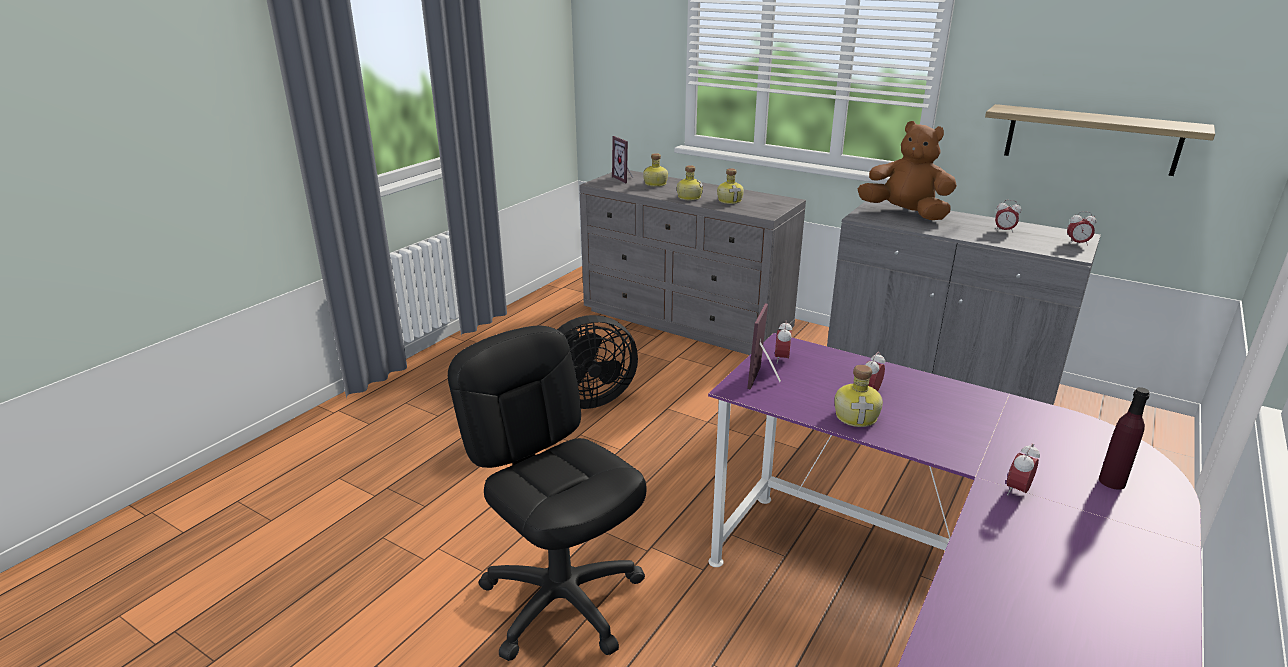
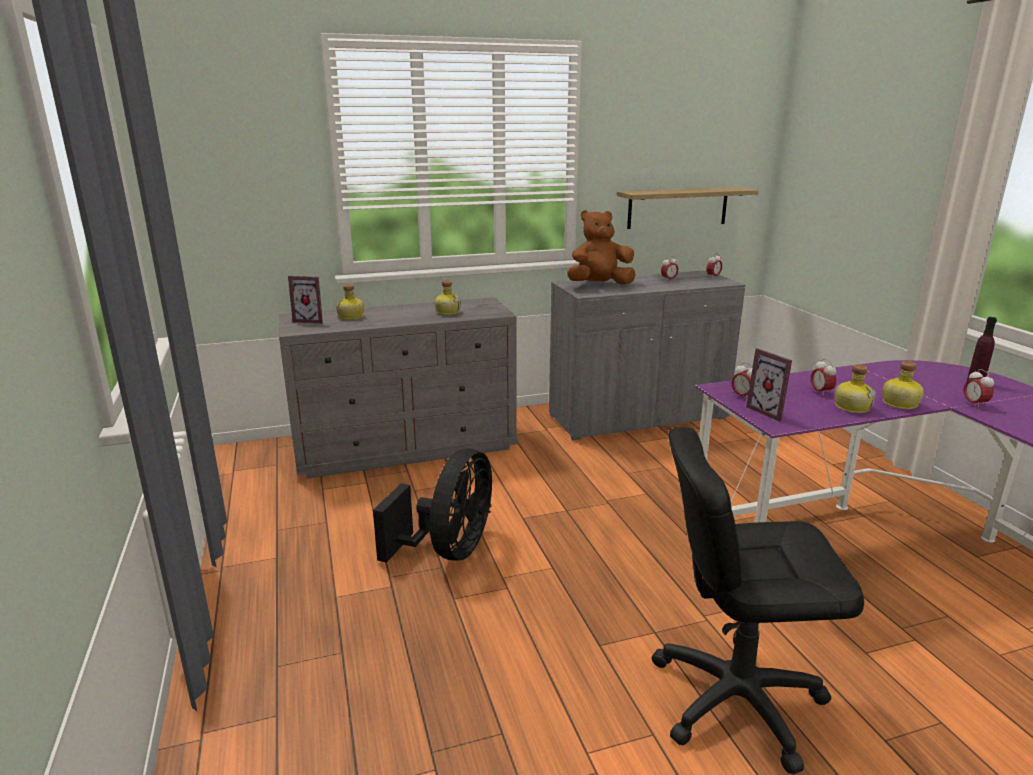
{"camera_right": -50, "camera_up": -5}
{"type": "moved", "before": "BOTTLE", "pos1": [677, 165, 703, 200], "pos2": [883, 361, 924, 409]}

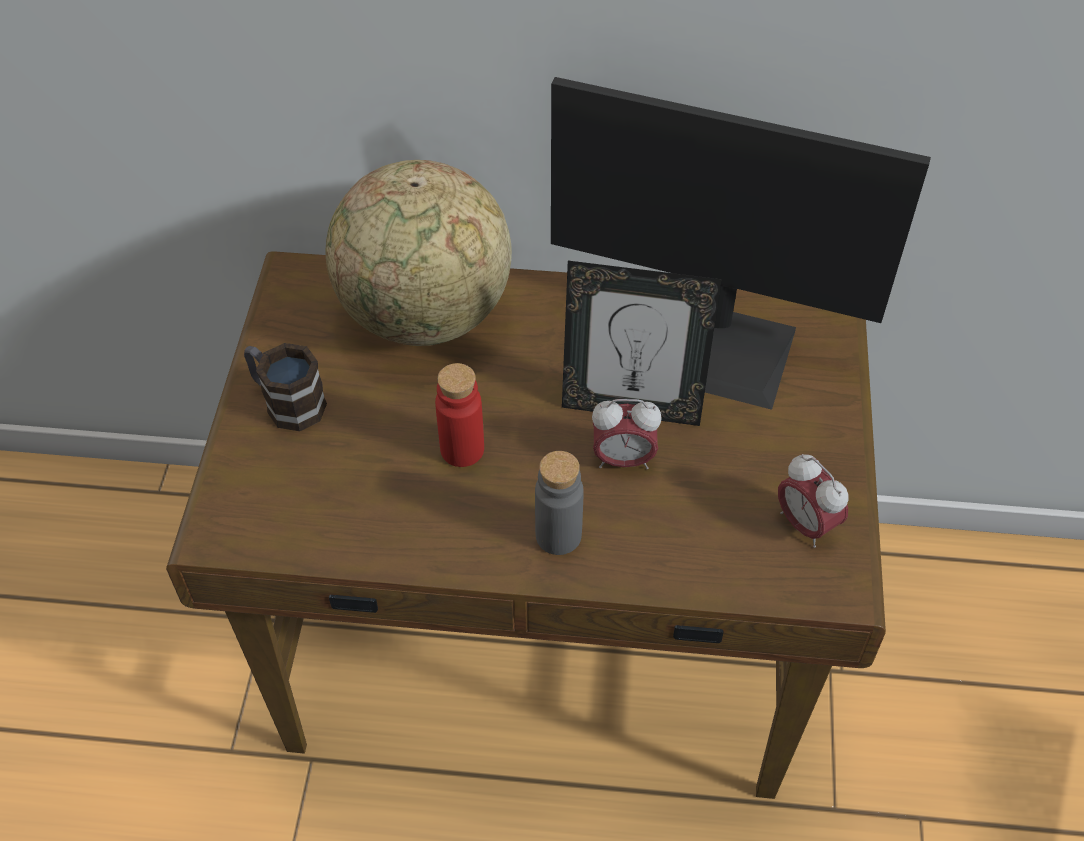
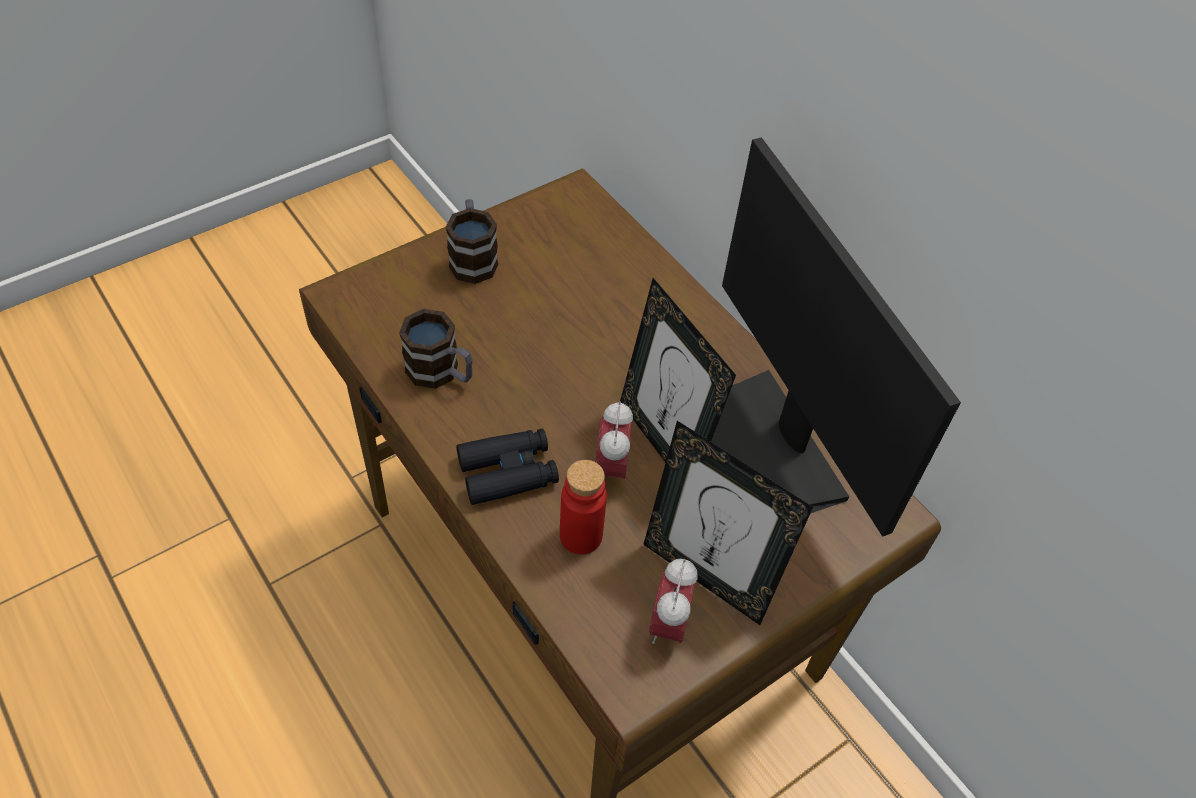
{"camera_right": 45, "camera_up": 0}
{"type": "removed", "before": "GLOBE", "pos1": [326, 160, 512, 346]}
{"type": "moved", "before": "RED BOTTLE", "pos1": [435, 363, 484, 467], "pos2": [560, 460, 607, 554]}
{"type": "turned", "before": "ALARM CLOCK", "pos1": [592, 399, 662, 469], "pos2": [596, 401, 633, 479], "turn": 45}
{"type": "replaced", "before": "GREY BOTTLE", "after": "BLACK BINOCULARS", "pos1": [535, 451, 584, 555], "pos2": [456, 429, 559, 505]}
{"type": "added", "after": "MUG", "pos2": [399, 309, 473, 389]}
{"type": "added", "after": "PICTURE FRAME", "pos2": [643, 421, 813, 625]}

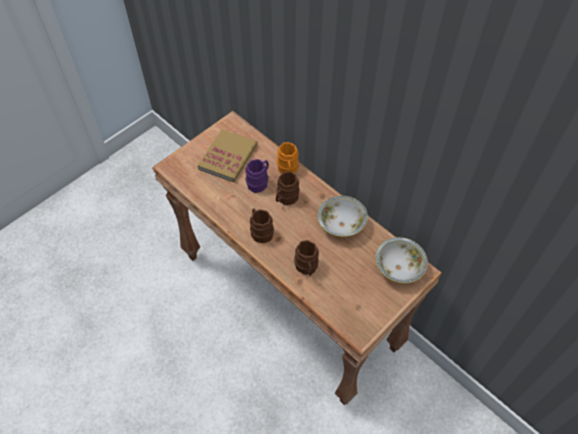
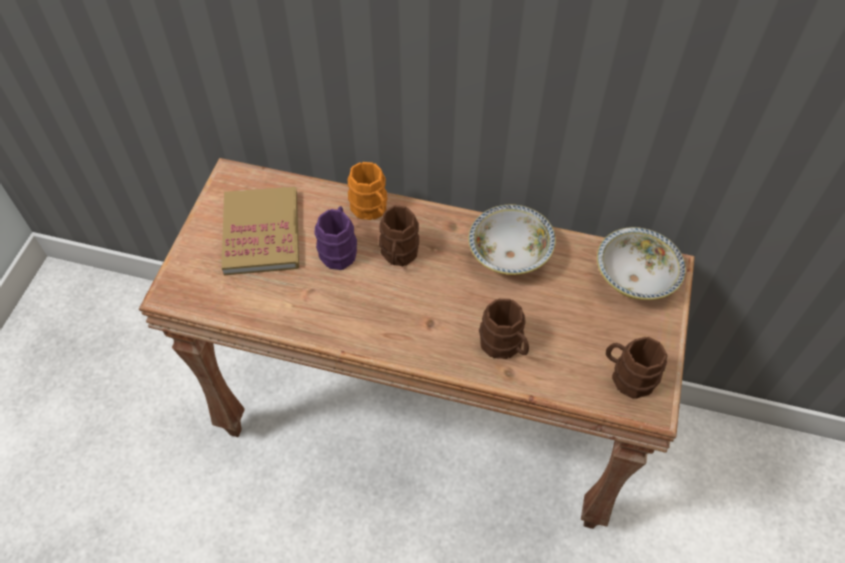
{"camera_right": -30, "camera_up": 0}
{"type": "moved", "before": "BROWN MUG", "pos1": [250, 208, 274, 243], "pos2": [606, 337, 667, 399]}

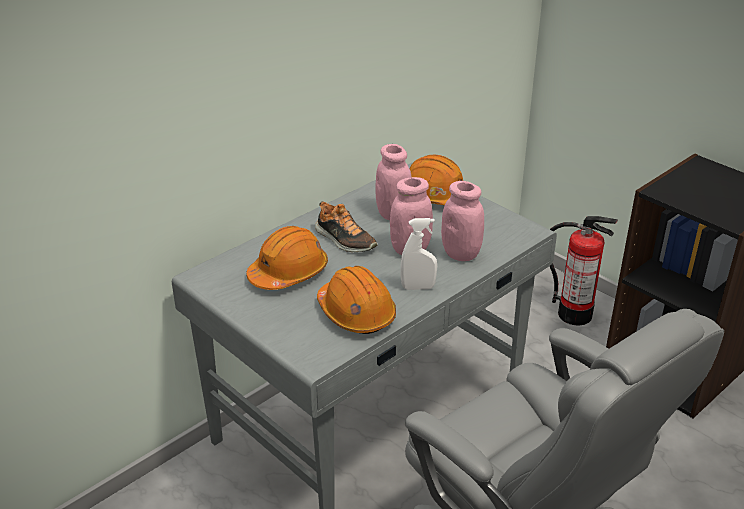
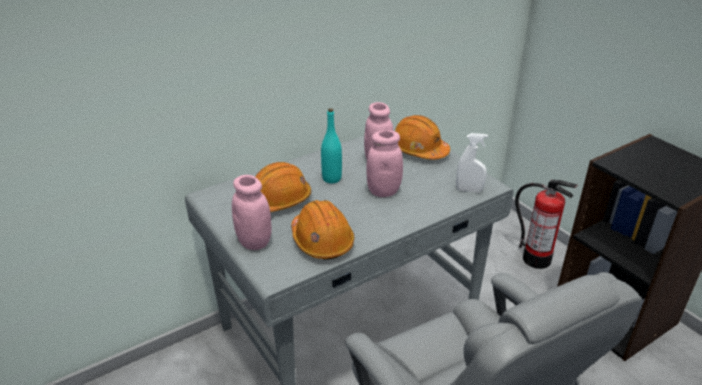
{"camera_right": 10, "camera_up": 0}
{"type": "moved", "before": "PINK JAR", "pos1": [441, 181, 484, 261], "pos2": [232, 175, 272, 250]}
{"type": "replaced", "before": "SHOE", "after": "TURQUOISE BOTTLE", "pos1": [315, 201, 377, 252], "pos2": [321, 108, 342, 183]}
{"type": "moved", "before": "WHITE SPRAY BOTTLE", "pos1": [400, 218, 437, 290], "pos2": [456, 133, 488, 192]}

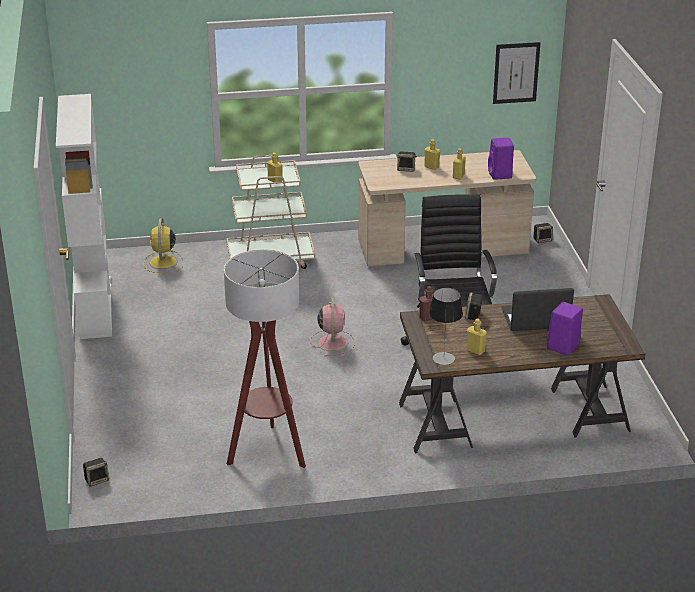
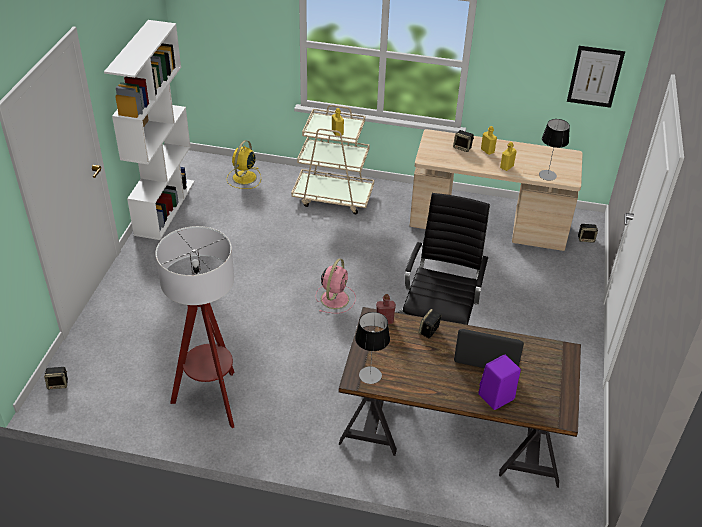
{"camera_right": 20, "camera_up": 10}
{"type": "replaced", "before": "PURPLE SPEAKER", "after": "TABLE LAMP", "pos1": [488, 138, 514, 180], "pos2": [539, 119, 570, 180]}
{"type": "removed", "before": "YELLOW BOTTLE", "pos1": [467, 318, 487, 355]}

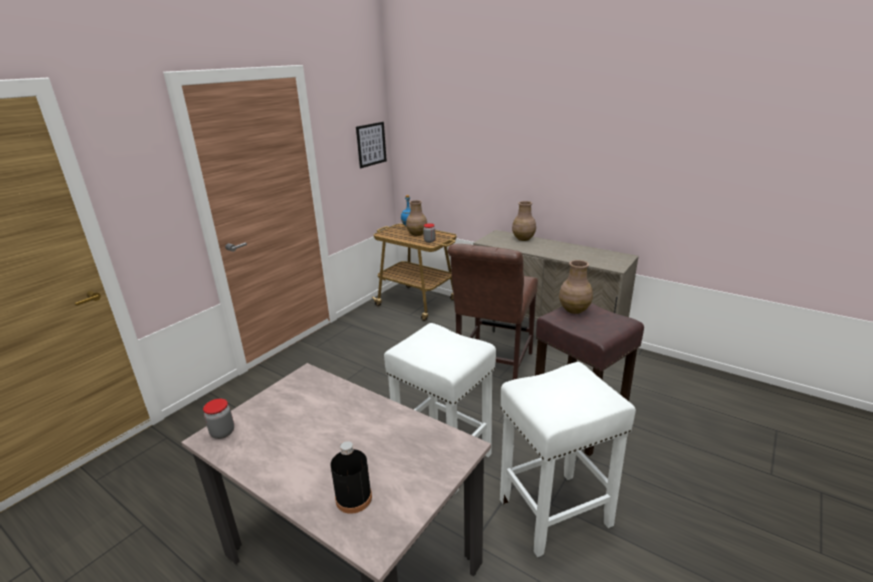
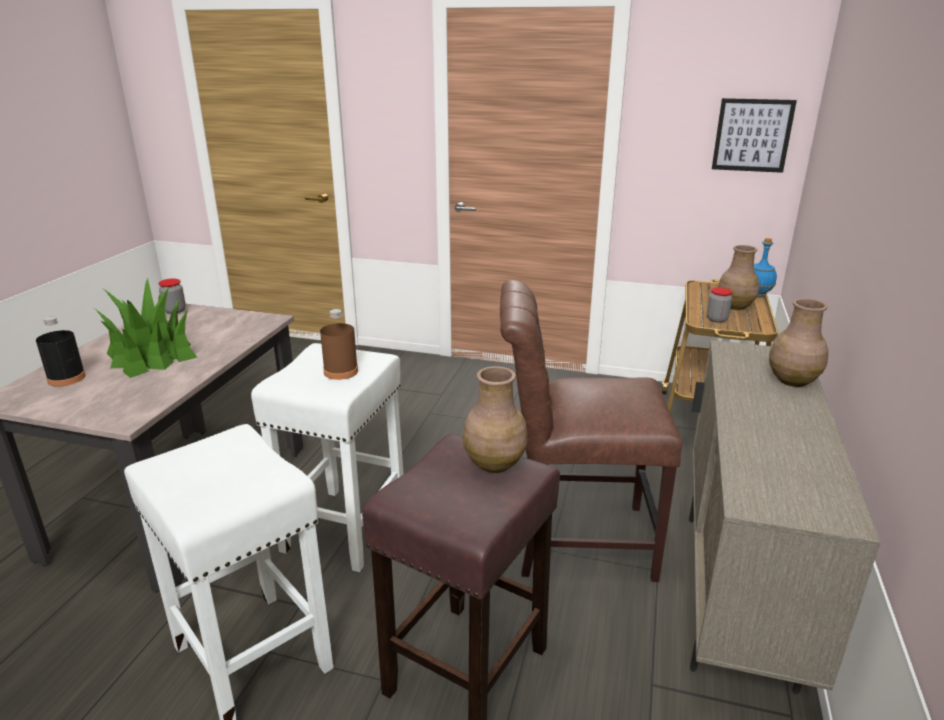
{"camera_right": 70, "camera_up": 0}
{"type": "added", "after": "POTTED PLANT", "pos2": [95, 278, 198, 378]}
{"type": "added", "after": "BROWN BOTTLE", "pos2": [320, 309, 358, 380]}

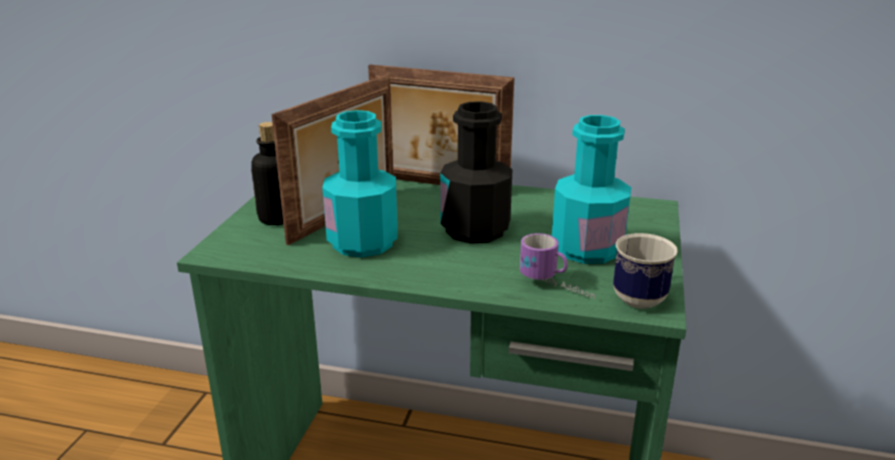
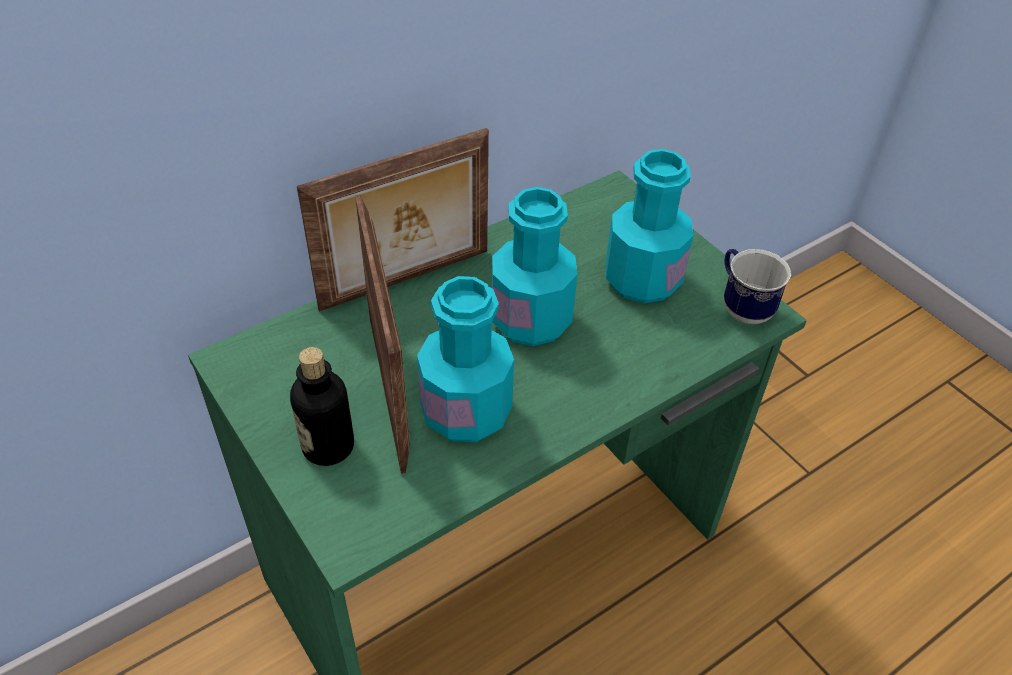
{"camera_right": -50, "camera_up": 20}
{"type": "recoloured", "before": "BLACK BOTTLE", "after": "TURQUOISE BOTTLE", "pos1": [440, 101, 513, 244], "pos2": [492, 187, 578, 346]}
{"type": "removed", "before": "MUG", "pos1": [520, 233, 595, 299]}

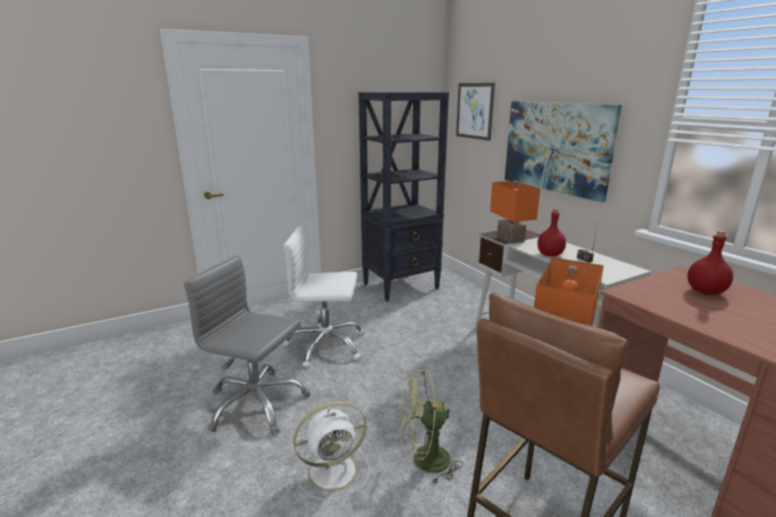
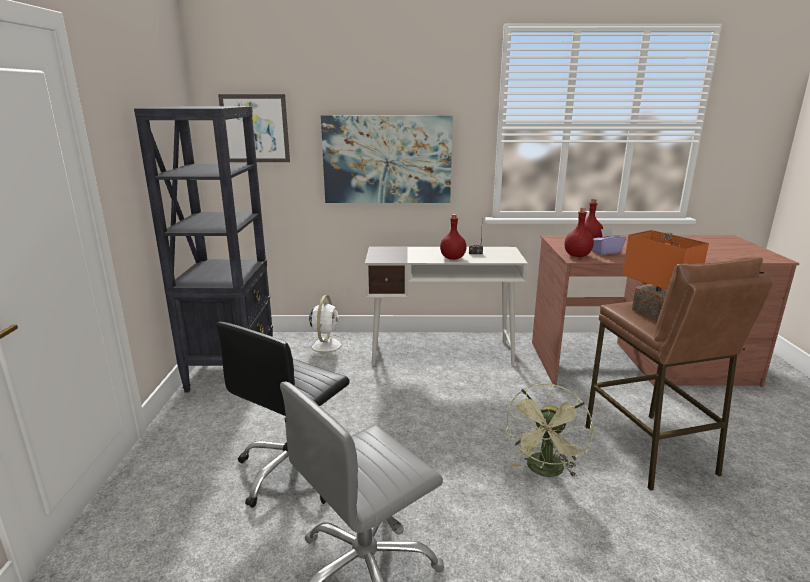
{"camera_right": -60, "camera_up": 0}
{"type": "removed", "before": "ORANGE TABLE LAMP", "pos1": [490, 181, 540, 244]}
{"type": "recoloured", "before": "WHITE OFFICE CHAIR", "after": "BLACK OFFICE CHAIR", "pos1": [284, 226, 364, 368], "pos2": [216, 322, 350, 508]}
{"type": "moved", "before": "WHITE FAN", "pos1": [293, 401, 370, 500], "pos2": [305, 295, 349, 356]}
{"type": "added", "after": "RED BOTTLE", "pos2": [564, 207, 594, 257]}
{"type": "added", "after": "PURPLE TISSUE BOX", "pos2": [592, 228, 626, 255]}

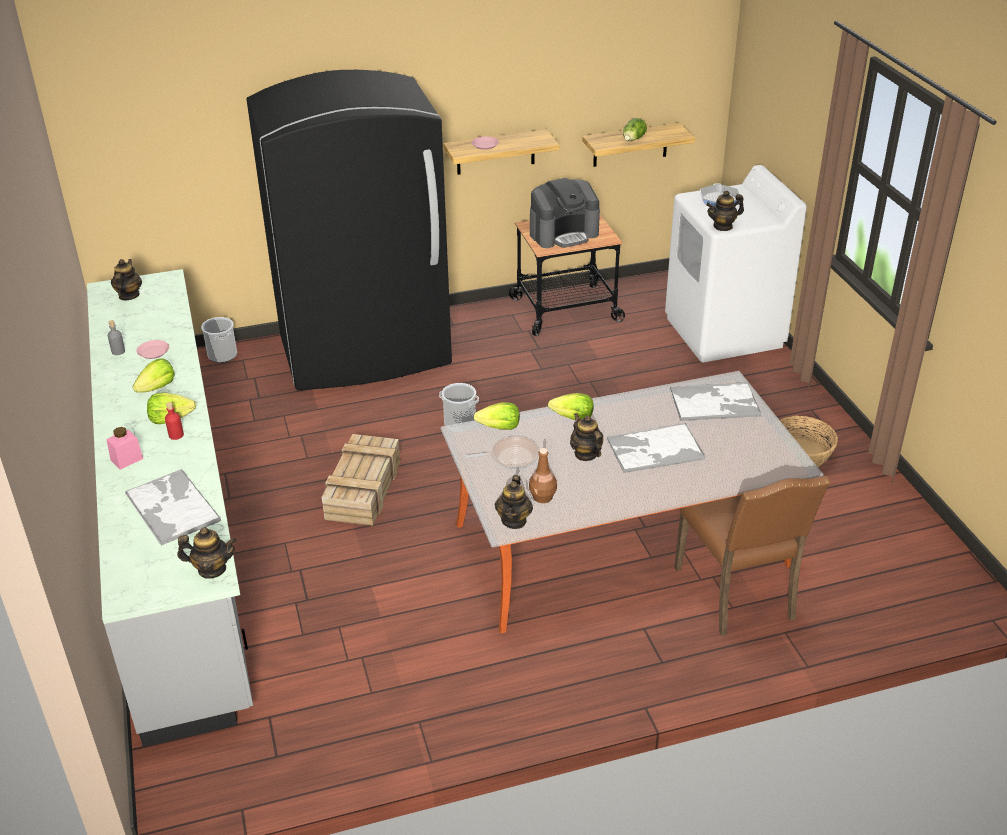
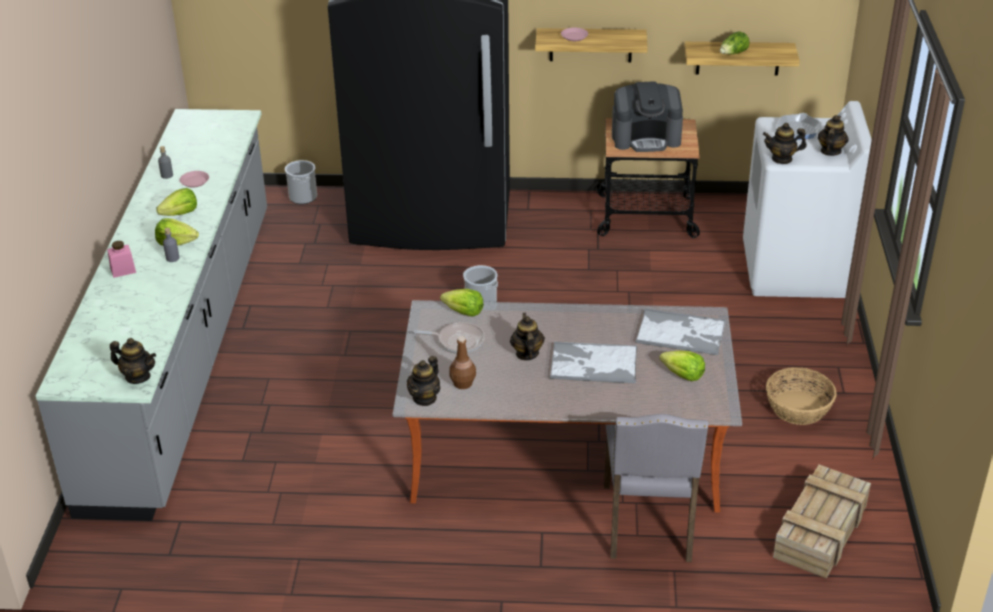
{"camera_right": 20, "camera_up": 0}
{"type": "moved", "before": "TEAPOT", "pos1": [111, 259, 142, 301], "pos2": [818, 115, 849, 156]}
{"type": "moved", "before": "LETTUCE", "pos1": [548, 393, 594, 420], "pos2": [659, 351, 705, 381]}
{"type": "recoloured", "before": "RED BOTTLE", "after": "GREY BOTTLE", "pos1": [165, 402, 184, 440], "pos2": [163, 228, 179, 262]}
{"type": "moved", "before": "CRATE", "pos1": [322, 434, 400, 526], "pos2": [773, 465, 871, 579]}
{"type": "removed", "before": "TRAY", "pos1": [125, 469, 221, 545]}
{"type": "recoloured", "before": "BROWN CHAIR", "after": "GREY CHAIR", "pos1": [674, 476, 830, 637], "pos2": [604, 414, 708, 562]}

